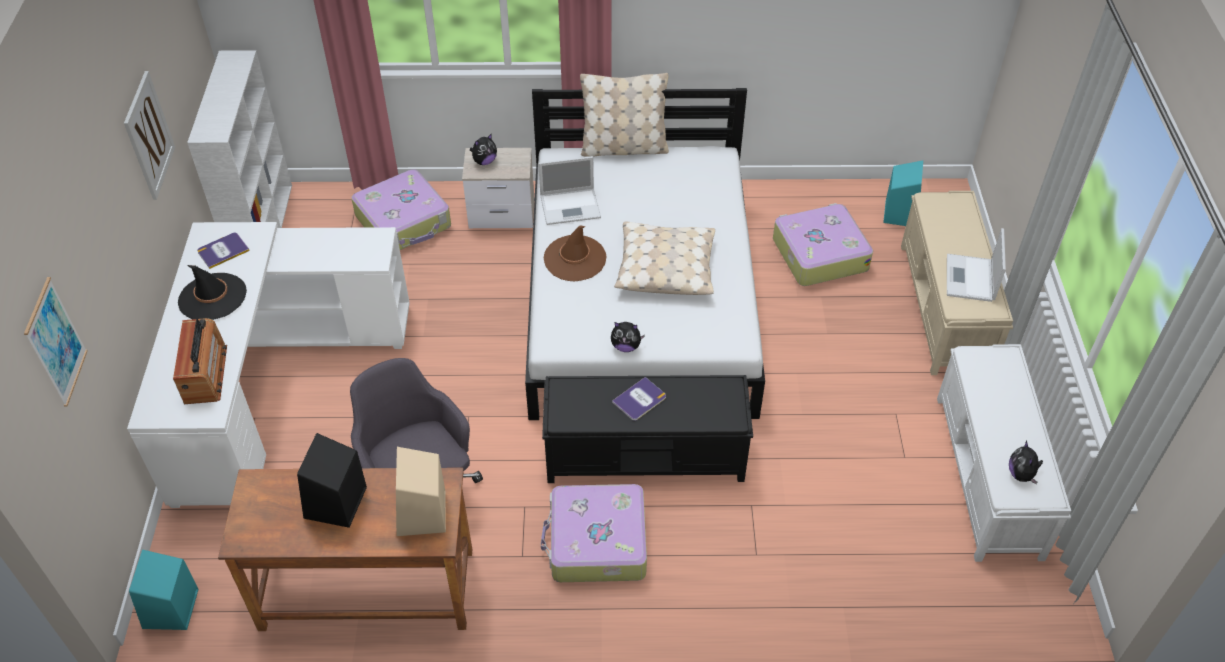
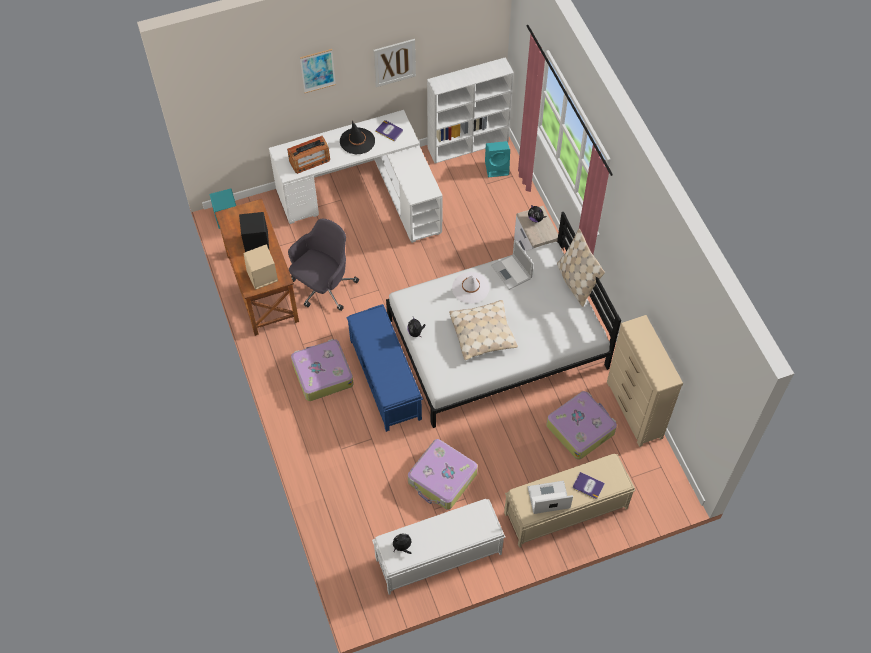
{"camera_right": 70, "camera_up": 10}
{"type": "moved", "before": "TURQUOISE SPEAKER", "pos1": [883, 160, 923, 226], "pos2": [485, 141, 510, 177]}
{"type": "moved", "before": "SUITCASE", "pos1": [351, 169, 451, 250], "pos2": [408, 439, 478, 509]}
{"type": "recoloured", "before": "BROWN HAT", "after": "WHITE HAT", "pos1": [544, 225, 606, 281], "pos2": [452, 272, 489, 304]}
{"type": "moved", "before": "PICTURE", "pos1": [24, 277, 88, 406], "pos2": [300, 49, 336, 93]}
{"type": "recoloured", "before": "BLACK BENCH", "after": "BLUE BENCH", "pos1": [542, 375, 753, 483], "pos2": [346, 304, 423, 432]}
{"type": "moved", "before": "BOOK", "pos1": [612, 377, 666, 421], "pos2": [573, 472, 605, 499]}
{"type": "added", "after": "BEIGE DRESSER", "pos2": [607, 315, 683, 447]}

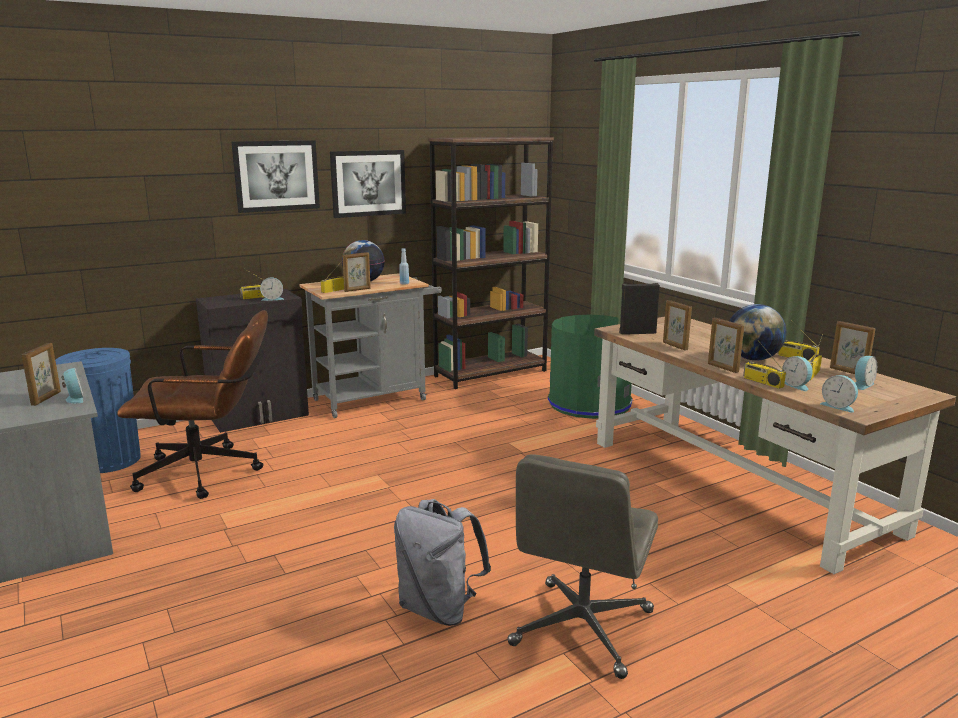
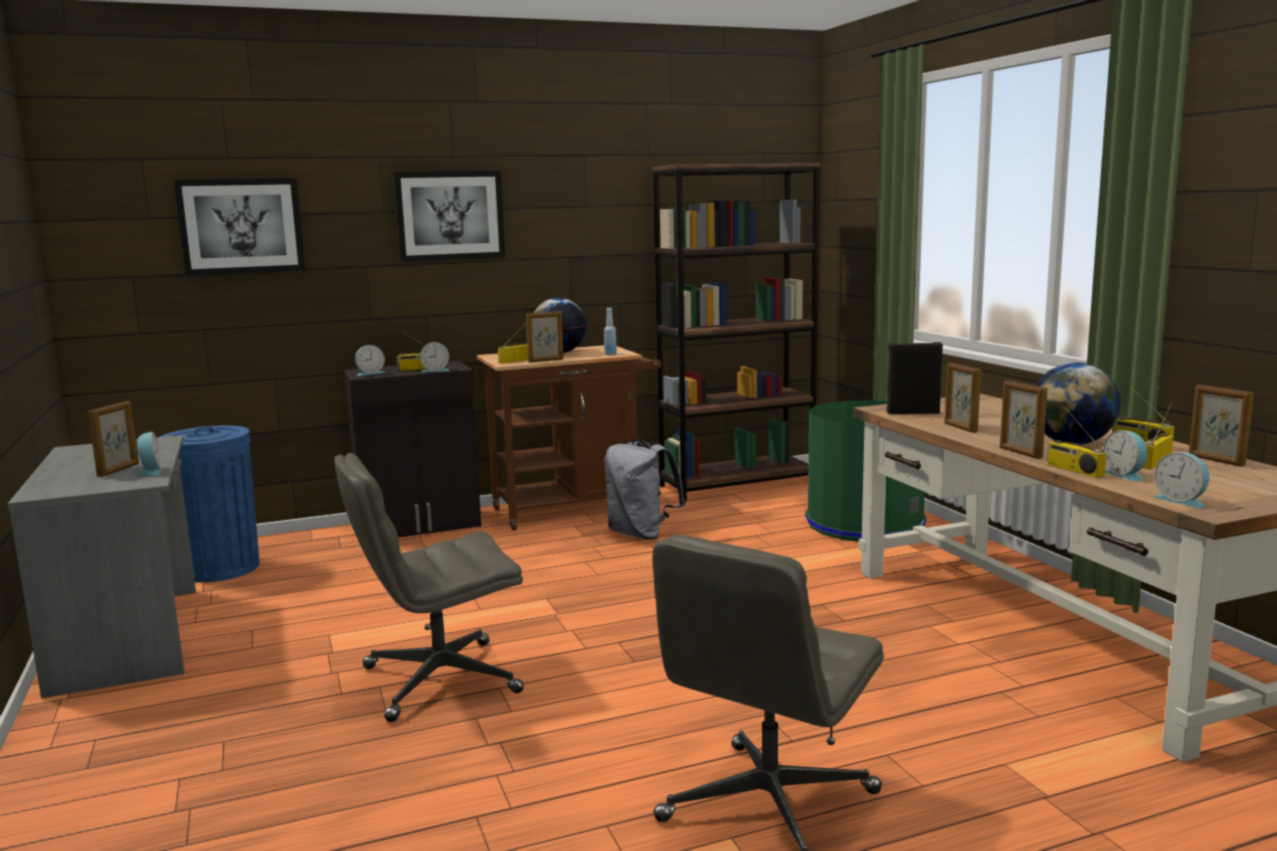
{"camera_right": 10, "camera_up": -5}
{"type": "moved", "before": "PICTURE", "pos1": [330, 150, 406, 218], "pos2": [174, 178, 305, 276]}
{"type": "recoloured", "before": "GREY CART", "after": "BROWN CART", "pos1": [299, 273, 442, 418], "pos2": [477, 345, 661, 531]}
{"type": "removed", "before": "BROWN OFFICE CHAIR", "pos1": [117, 310, 268, 499]}
{"type": "moved", "before": "ALARM CLOCK", "pos1": [854, 356, 877, 390], "pos2": [355, 345, 385, 376]}
{"type": "moved", "before": "GREY BACKPACK", "pos1": [394, 499, 491, 626], "pos2": [604, 439, 686, 540]}
{"type": "added", "after": "GREY OFFICE CHAIR", "pos2": [334, 453, 524, 722]}

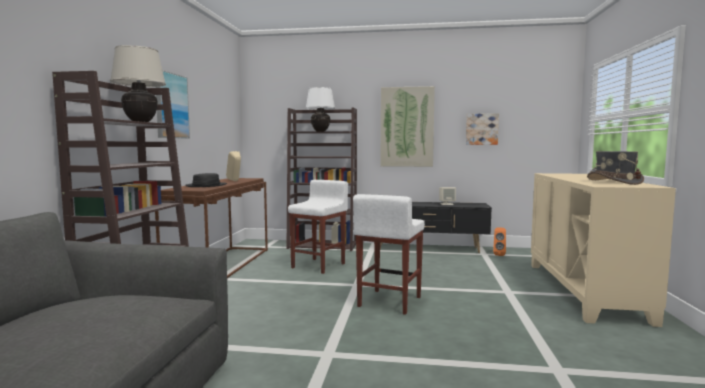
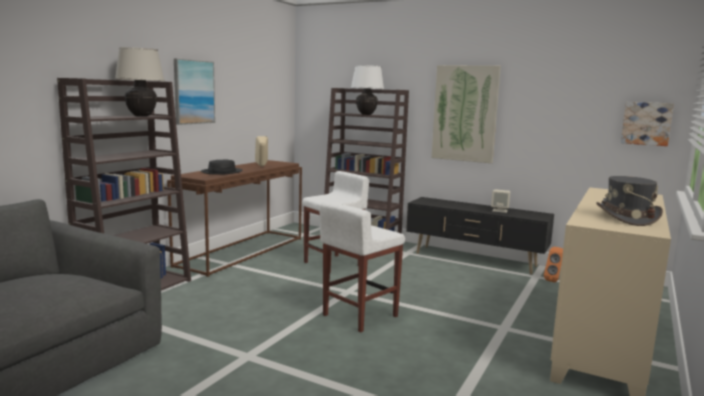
{"camera_right": 20, "camera_up": 5}
{"type": "moved", "before": "PICTURE", "pos1": [466, 113, 499, 145], "pos2": [621, 102, 674, 146]}

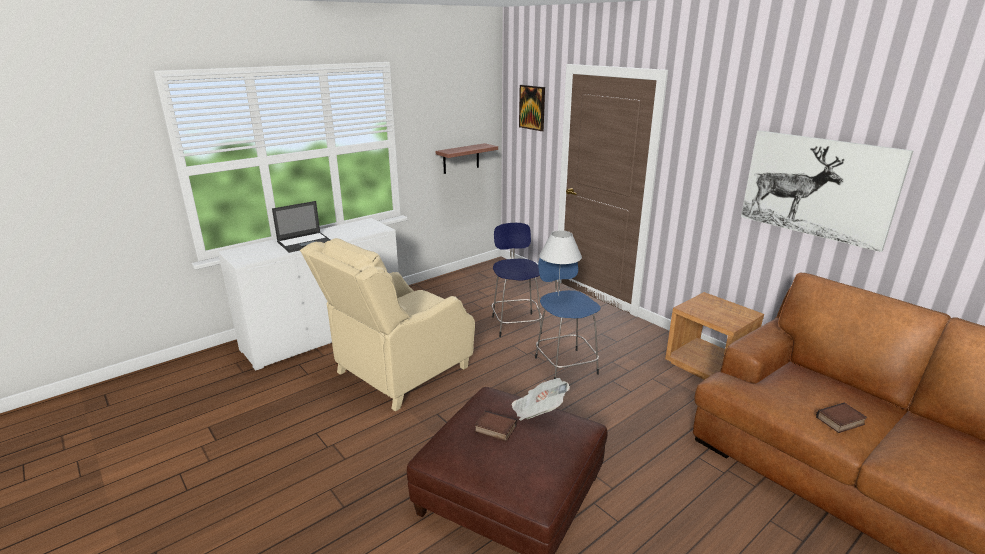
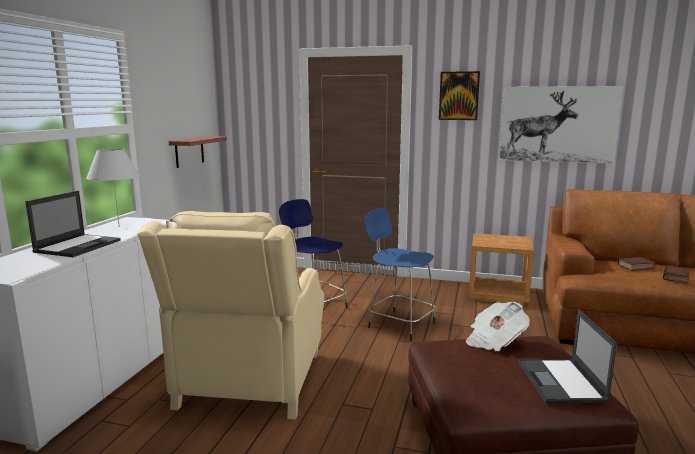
{"camera_right": -35, "camera_up": -10}
{"type": "moved", "before": "PICTURE", "pos1": [519, 85, 545, 131], "pos2": [439, 71, 480, 120]}
{"type": "moved", "before": "WHITE TABLE LAMP", "pos1": [539, 230, 582, 296], "pos2": [86, 148, 140, 227]}
{"type": "moved", "before": "BOOK", "pos1": [474, 411, 517, 442], "pos2": [617, 257, 656, 271]}
{"type": "added", "after": "LAPTOP", "pos2": [518, 309, 617, 403]}

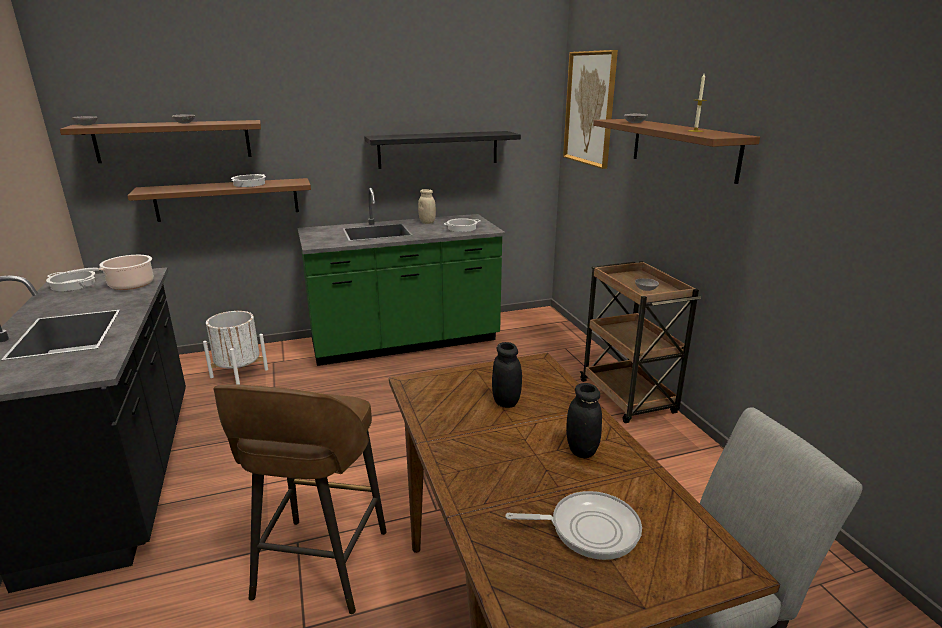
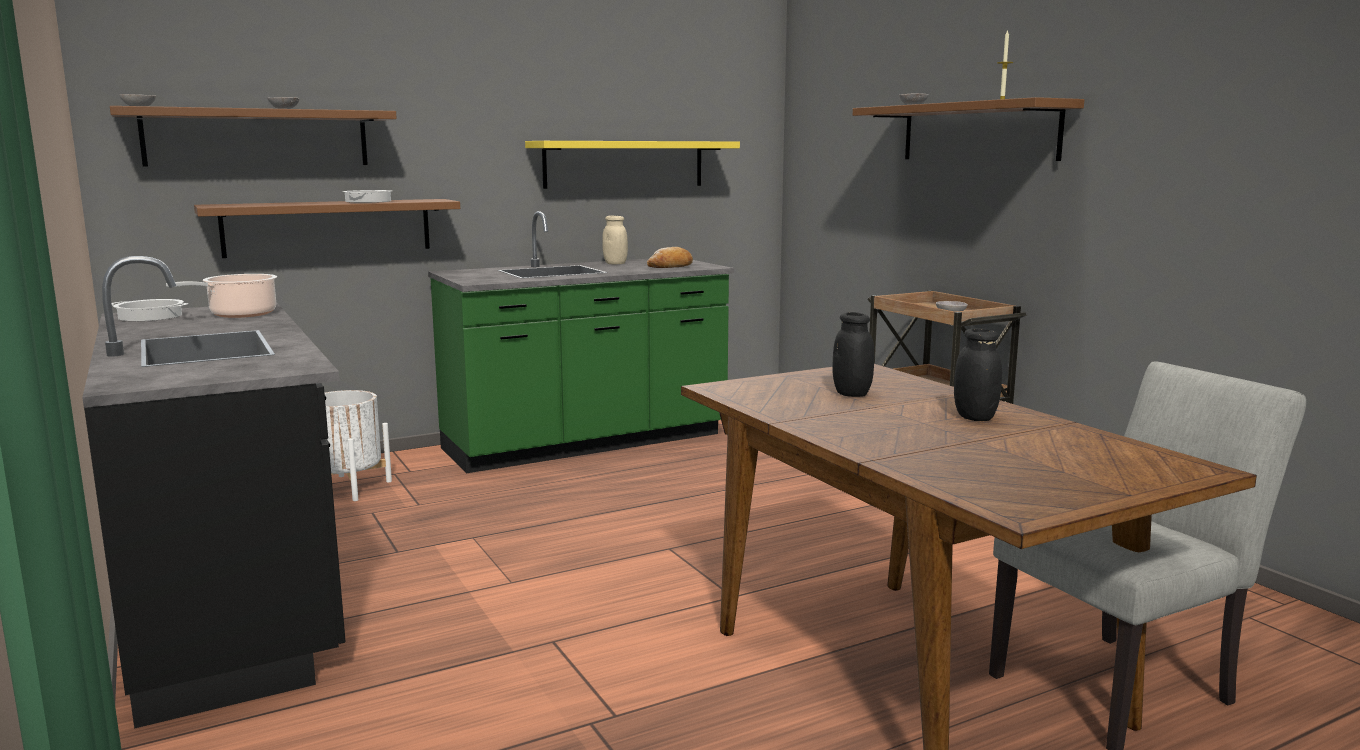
{"camera_right": -10, "camera_up": -10}
{"type": "removed", "before": "PICTURE", "pos1": [563, 50, 618, 169]}
{"type": "recoloured", "before": "BLACK SHELF", "after": "YELLOW SHELF", "pos1": [364, 131, 521, 169], "pos2": [525, 141, 740, 189]}
{"type": "replaced", "before": "COOKING POT", "after": "BREAD", "pos1": [444, 218, 480, 232], "pos2": [647, 247, 693, 268]}
{"type": "removed", "before": "BROWN STOOL", "pos1": [213, 384, 387, 614]}
{"type": "removed", "before": "FRYING PAN", "pos1": [505, 491, 642, 560]}

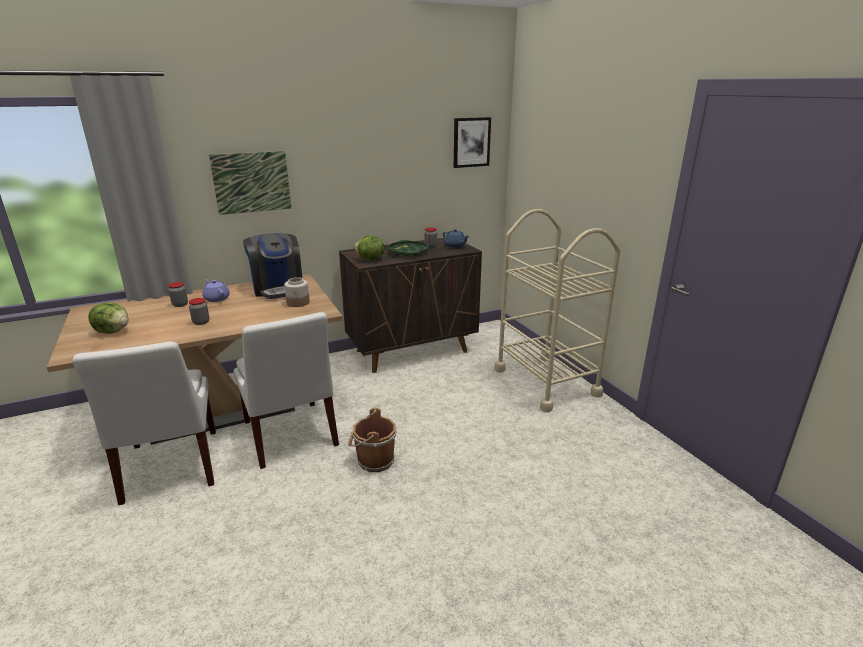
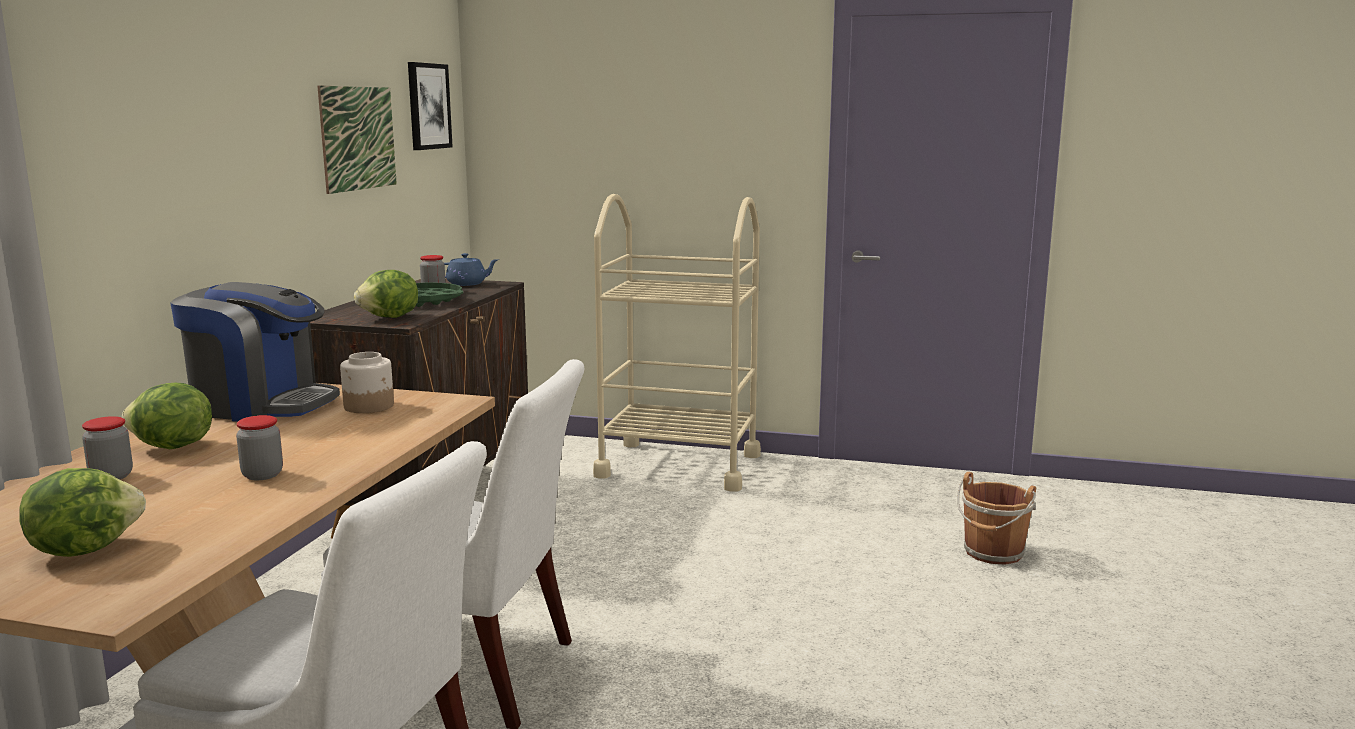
{"camera_right": -50, "camera_up": -10}
{"type": "moved", "before": "PICTURE", "pos1": [209, 151, 291, 215], "pos2": [317, 86, 397, 194]}
{"type": "replaced", "before": "PURPLE TEAPOT", "after": "LETTUCE", "pos1": [202, 279, 230, 302], "pos2": [122, 383, 212, 449]}
{"type": "moved", "before": "BROWN BUCKET", "pos1": [348, 408, 397, 472], "pos2": [957, 472, 1036, 565]}

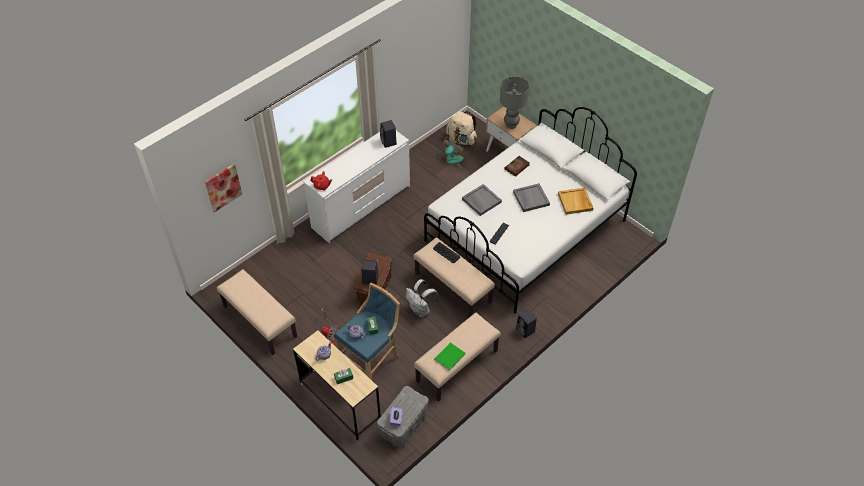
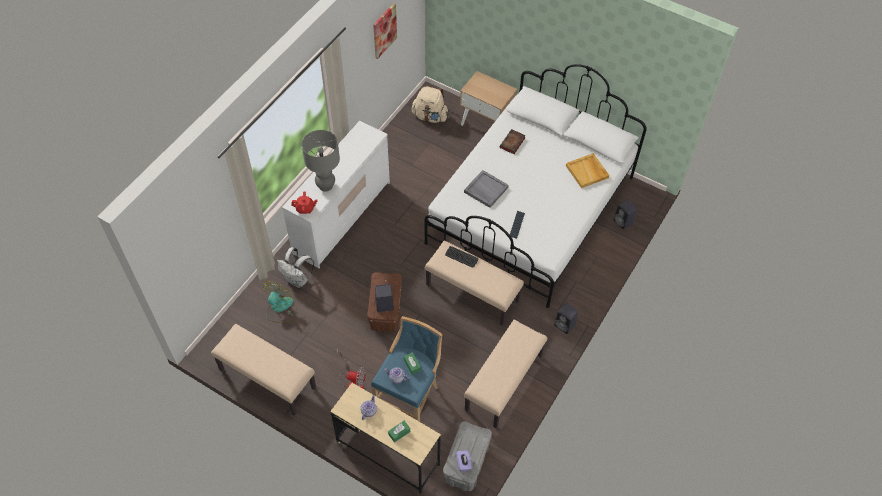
{"camera_right": -15, "camera_up": 5}
{"type": "moved", "before": "GREY TABLE LAMP", "pos1": [500, 76, 529, 129], "pos2": [302, 130, 340, 192]}
{"type": "moved", "before": "BLACK SPEAKER", "pos1": [380, 120, 397, 148], "pos2": [614, 200, 637, 230]}
{"type": "moved", "before": "FAN", "pos1": [441, 136, 464, 172], "pos2": [263, 281, 294, 323]}
{"type": "moved", "before": "PICTURE", "pos1": [205, 164, 242, 212], "pos2": [373, 3, 397, 59]}
{"type": "removed", "before": "GREY TRAY", "pos1": [513, 183, 550, 212]}
{"type": "moved", "before": "WHITE BACKPACK", "pos1": [406, 279, 439, 317], "pos2": [277, 247, 314, 288]}
{"type": "removed", "before": "GREEN BOOK", "pos1": [434, 342, 465, 371]}

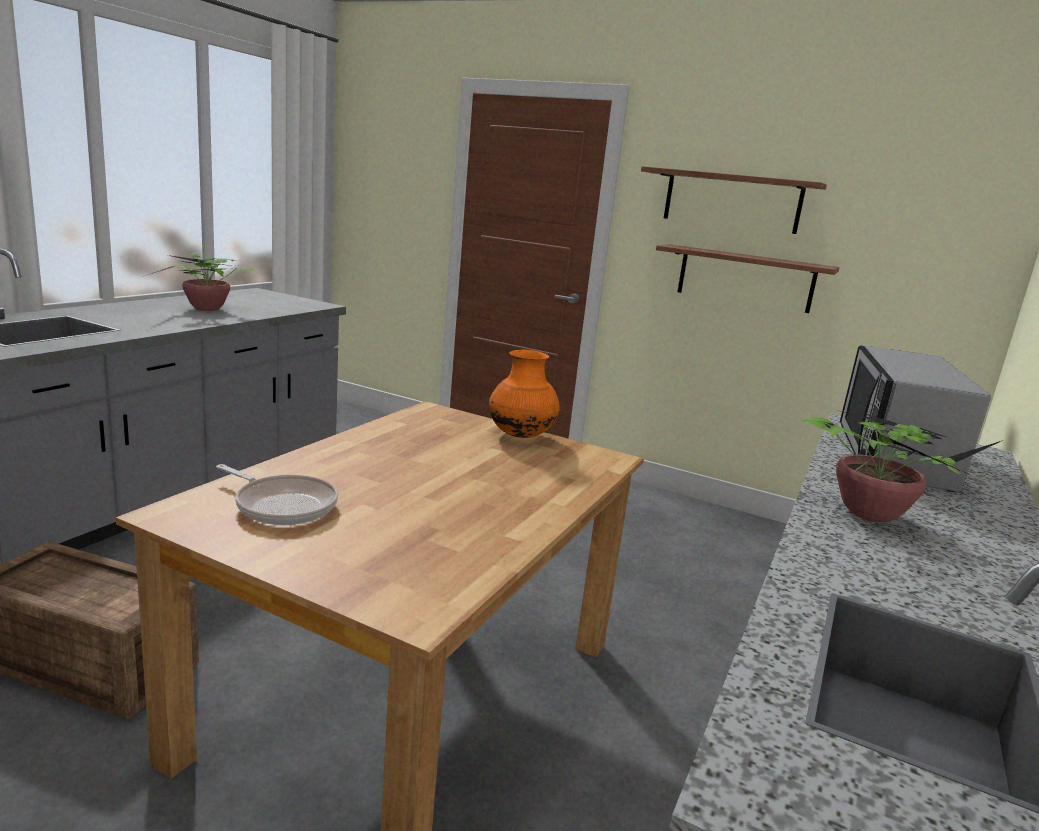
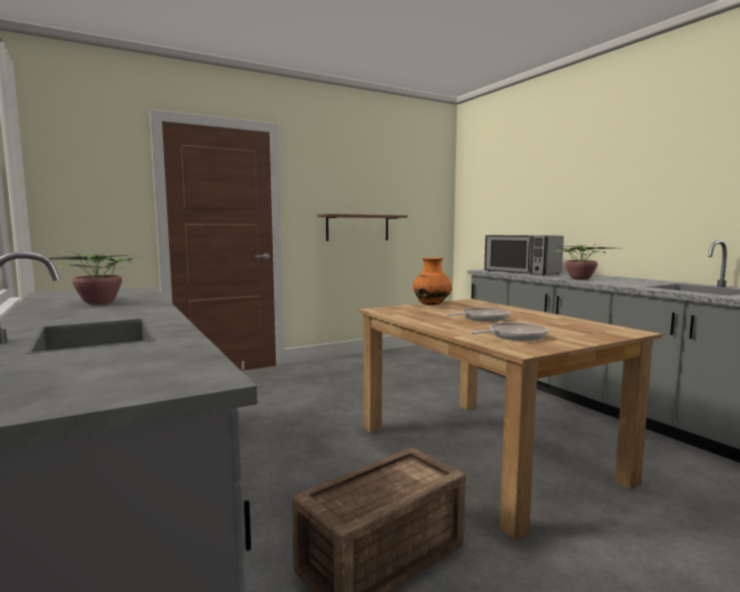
{"camera_right": -55, "camera_up": -10}
{"type": "removed", "before": "SHELF", "pos1": [641, 166, 827, 234]}
{"type": "added", "after": "FRYING PAN", "pos2": [446, 307, 510, 322]}

